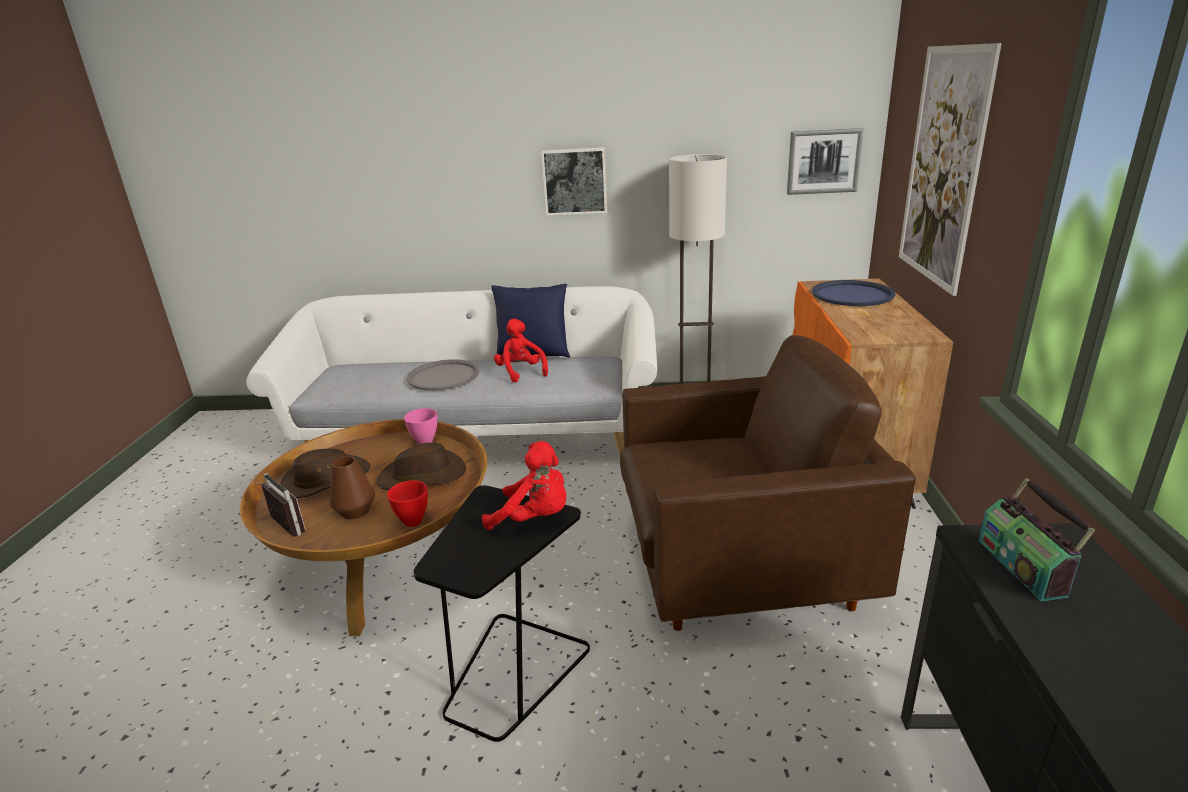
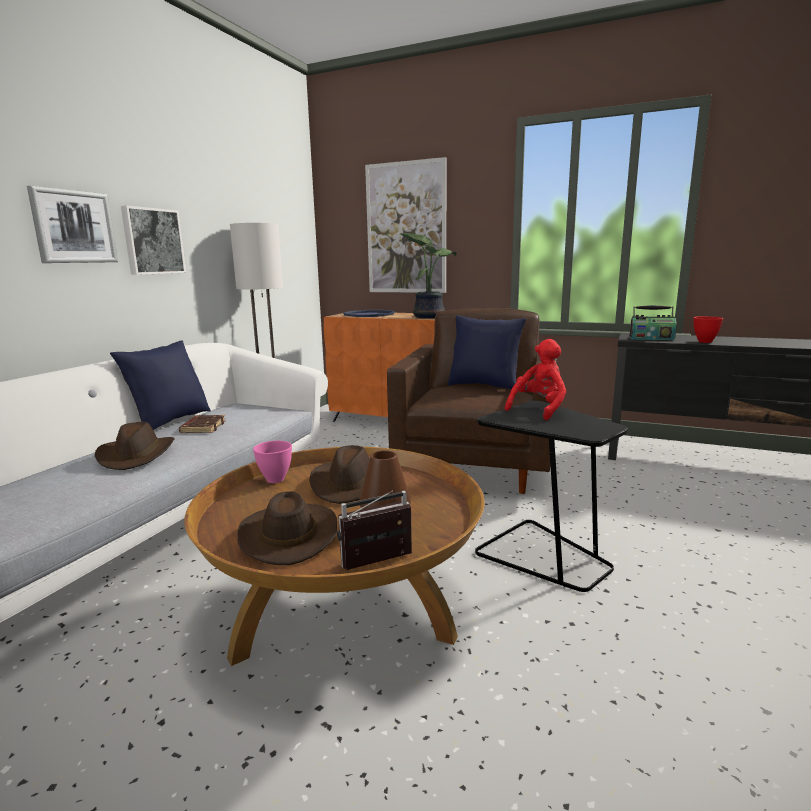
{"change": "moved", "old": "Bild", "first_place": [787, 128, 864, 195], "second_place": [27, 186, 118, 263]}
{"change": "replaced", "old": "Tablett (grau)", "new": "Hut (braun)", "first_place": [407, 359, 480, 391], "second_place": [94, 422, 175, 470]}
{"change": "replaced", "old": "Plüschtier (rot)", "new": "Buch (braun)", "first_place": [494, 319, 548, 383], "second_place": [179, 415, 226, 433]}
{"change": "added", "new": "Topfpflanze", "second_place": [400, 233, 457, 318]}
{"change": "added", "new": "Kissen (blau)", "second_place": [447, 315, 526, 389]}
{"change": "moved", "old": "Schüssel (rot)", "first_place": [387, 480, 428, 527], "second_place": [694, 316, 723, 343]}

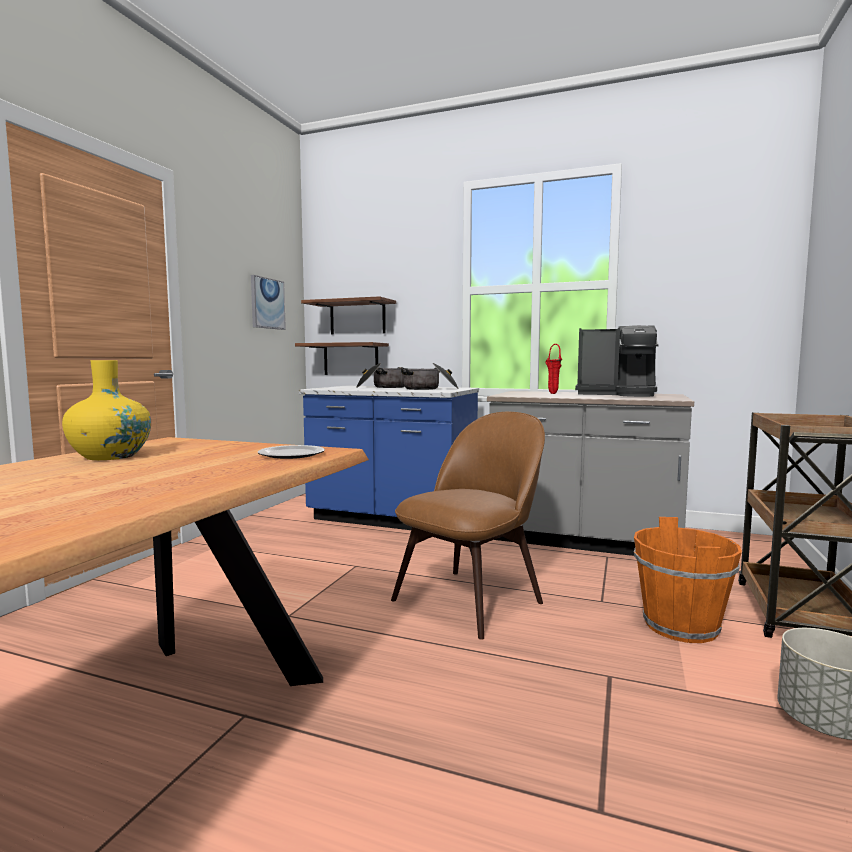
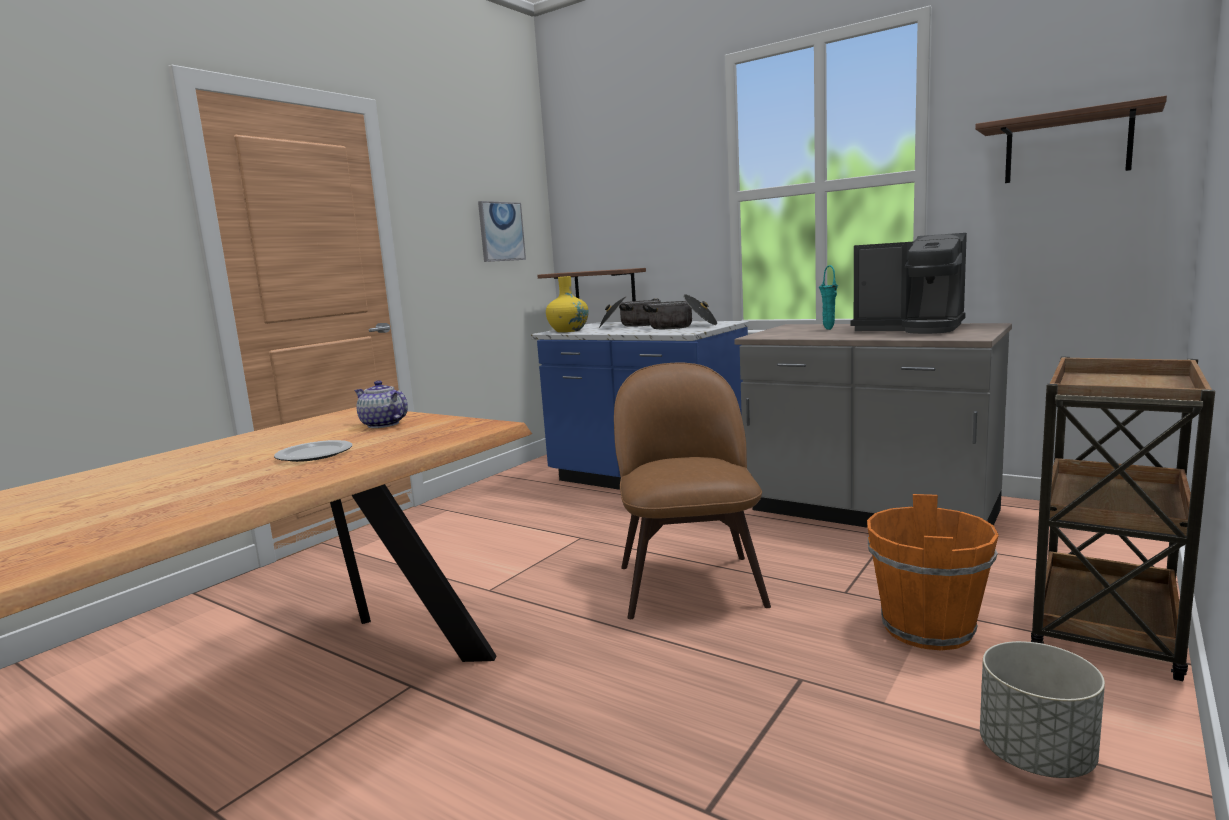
{"change": "moved", "old": "Teller", "first_place": [258, 445, 325, 459], "second_place": [274, 440, 352, 462]}
{"change": "added", "new": "Teekanne", "second_place": [354, 380, 408, 428]}
{"change": "moved", "old": "Vase (gelb)", "first_place": [62, 360, 151, 460], "second_place": [546, 276, 589, 332]}
{"change": "turned", "old": "Stuhl (braun)", "first_place": [391, 412, 545, 640], "second_place": [614, 363, 771, 619], "degrees": -60}
{"change": "recoloured", "old": "Vase (rot)", "new": "Vase (türkis)", "first_place": [546, 344, 562, 394], "second_place": [819, 265, 838, 330]}
{"change": "moved", "old": "Wandregal", "first_place": [301, 296, 396, 334], "second_place": [975, 95, 1167, 183]}

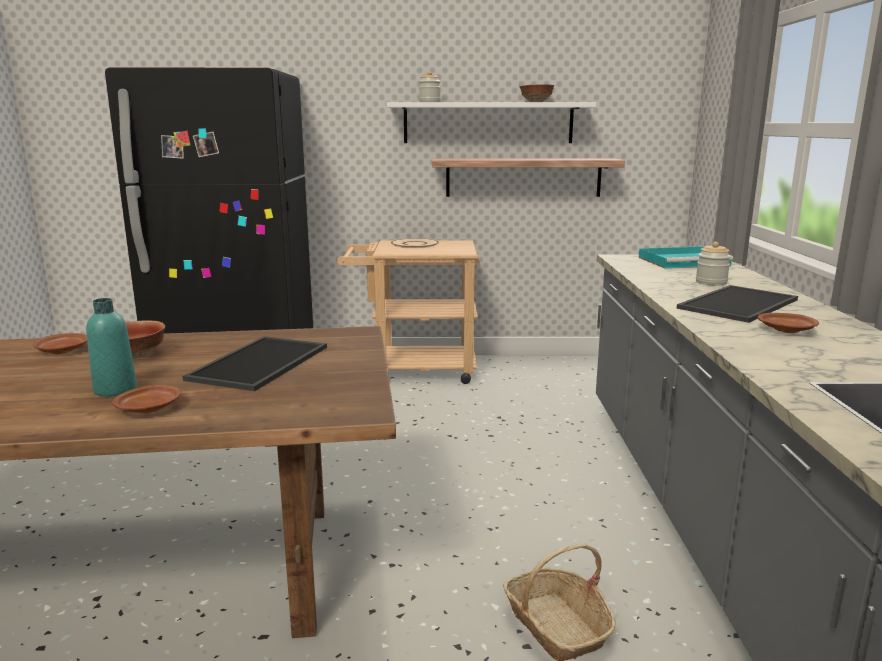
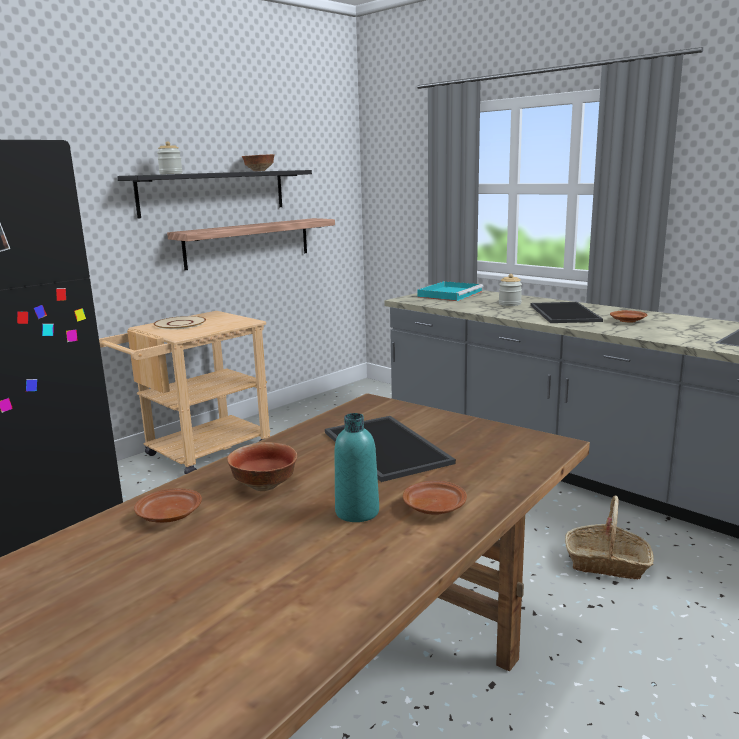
{"change": "recoloured", "old": "Wandregal (weiß)", "new": "Wandregal (schwarz)", "first_place": [387, 102, 596, 143], "second_place": [117, 170, 312, 219]}

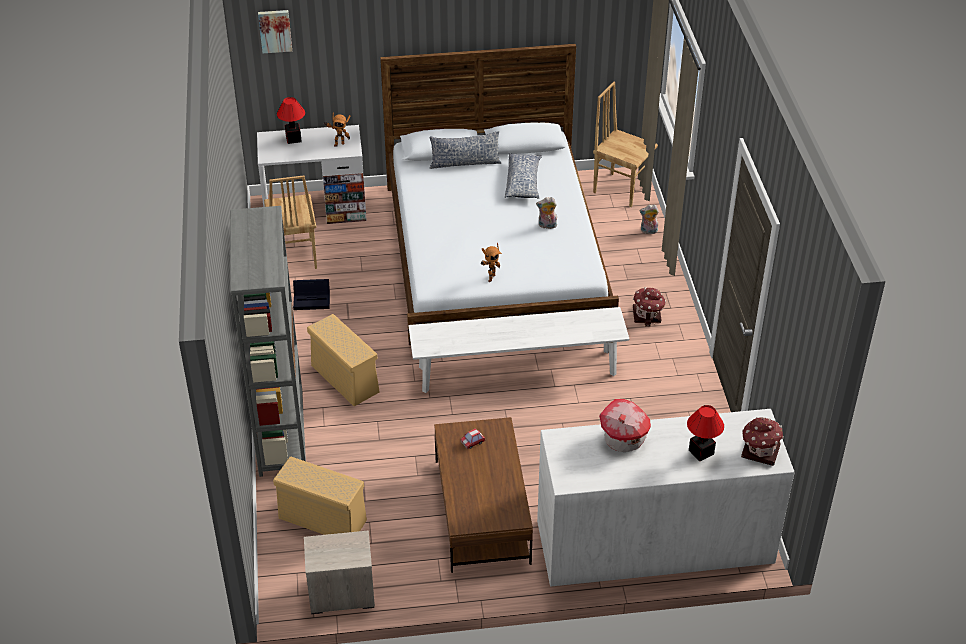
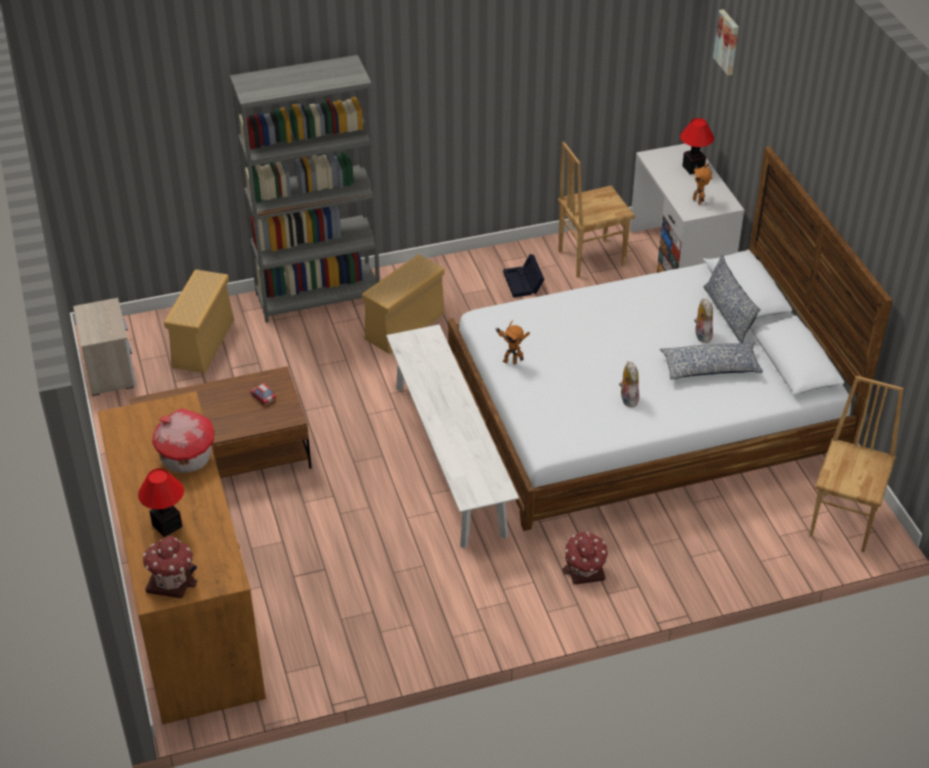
{"change": "recoloured", "old": "Kommode (weiß)", "new": "Kommode (braun)", "first_place": [537, 409, 795, 586], "second_place": [98, 392, 266, 724]}
{"change": "moved", "old": "Plüschtier", "first_place": [639, 205, 659, 234], "second_place": [694, 299, 713, 343]}

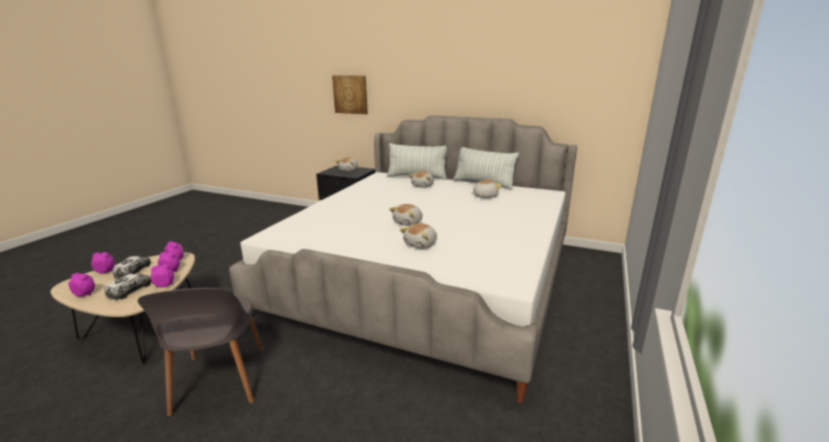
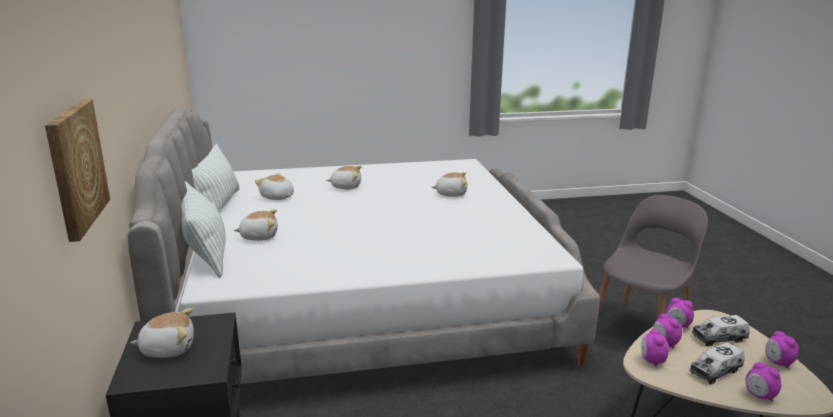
{"change": "moved", "old": "Plüschtier", "first_place": [389, 204, 423, 226], "second_place": [327, 166, 362, 189]}

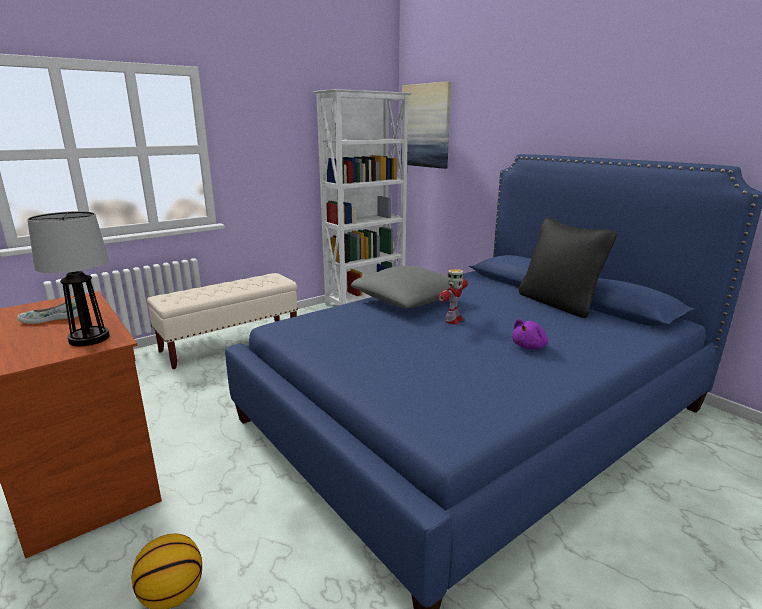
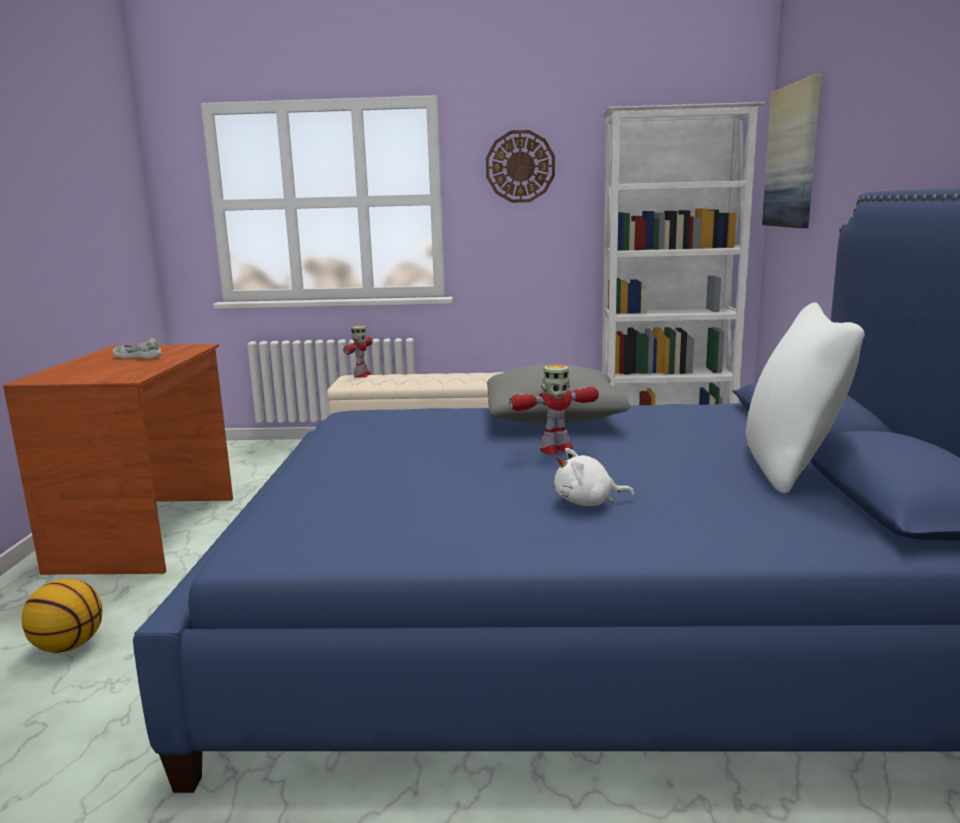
{"change": "added", "new": "Spielzeugroboter", "second_place": [343, 326, 373, 378]}
{"change": "added", "new": "Wanduhr", "second_place": [486, 130, 555, 203]}
{"change": "recoloured", "old": "Plüschtier (lila)", "new": "Plüschtier (weiß)", "first_place": [512, 319, 548, 349], "second_place": [554, 448, 635, 506]}
{"change": "recoloured", "old": "Kissen (schwarz)", "new": "Kissen (weiß)", "first_place": [519, 217, 617, 318], "second_place": [746, 302, 865, 493]}
{"change": "removed", "old": "Tischlampe", "first_place": [27, 211, 110, 347]}

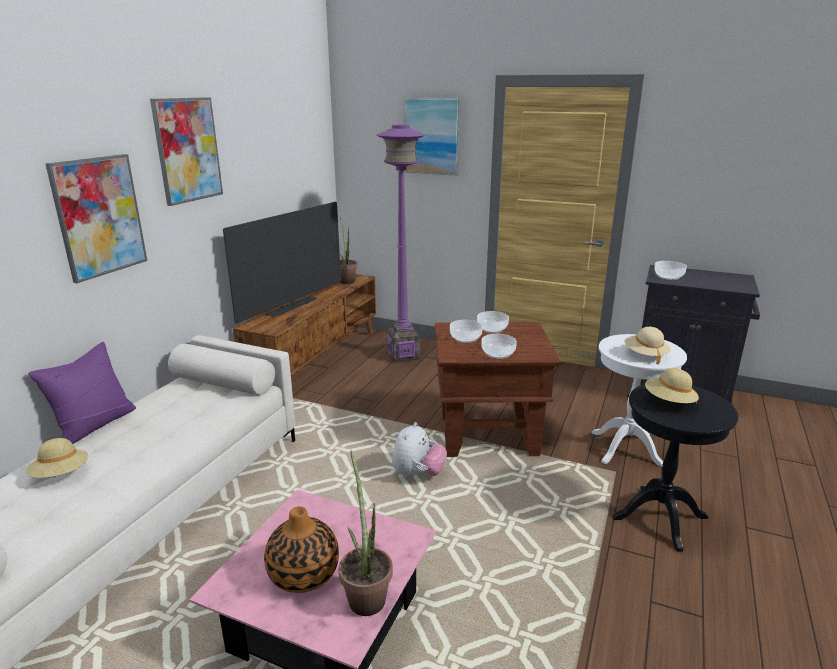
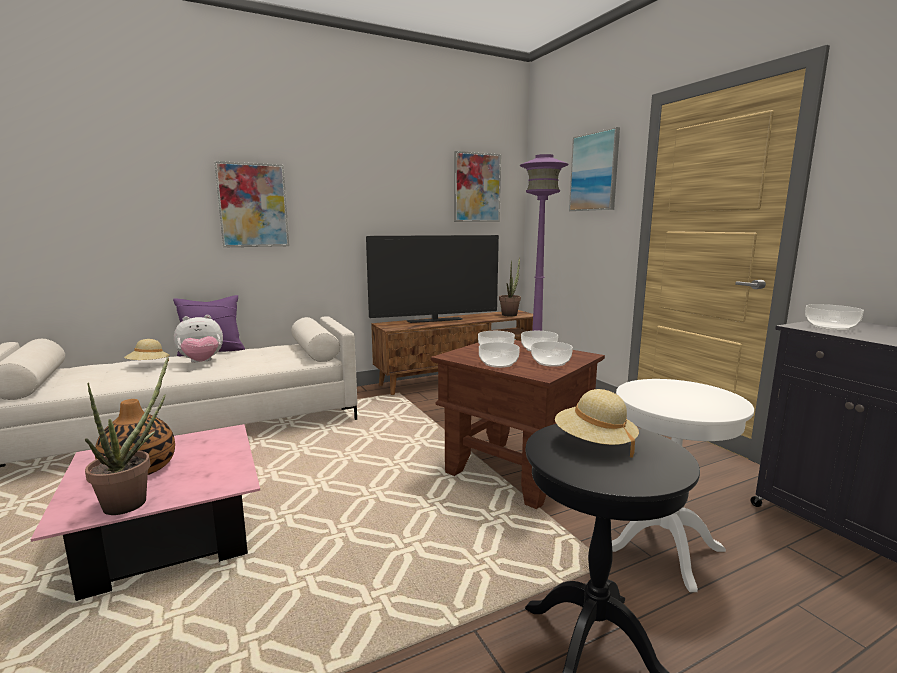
{"change": "moved", "old": "Plüschtier", "first_place": [392, 422, 447, 478], "second_place": [174, 315, 223, 363]}
{"change": "moved", "old": "Bild", "first_place": [150, 97, 223, 206], "second_place": [454, 151, 501, 222]}
{"change": "added", "new": "Schüssel", "second_place": [531, 341, 573, 367]}
{"change": "removed", "old": "Hut (beige)", "first_place": [625, 327, 671, 365]}

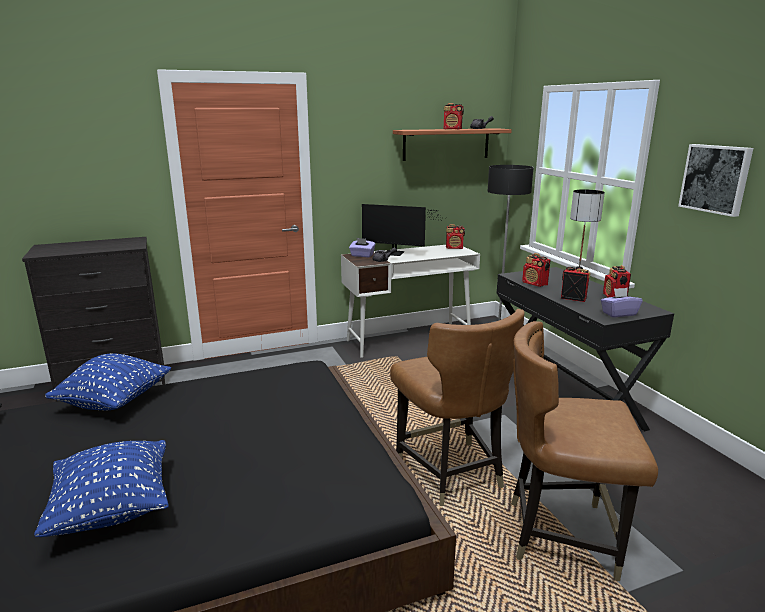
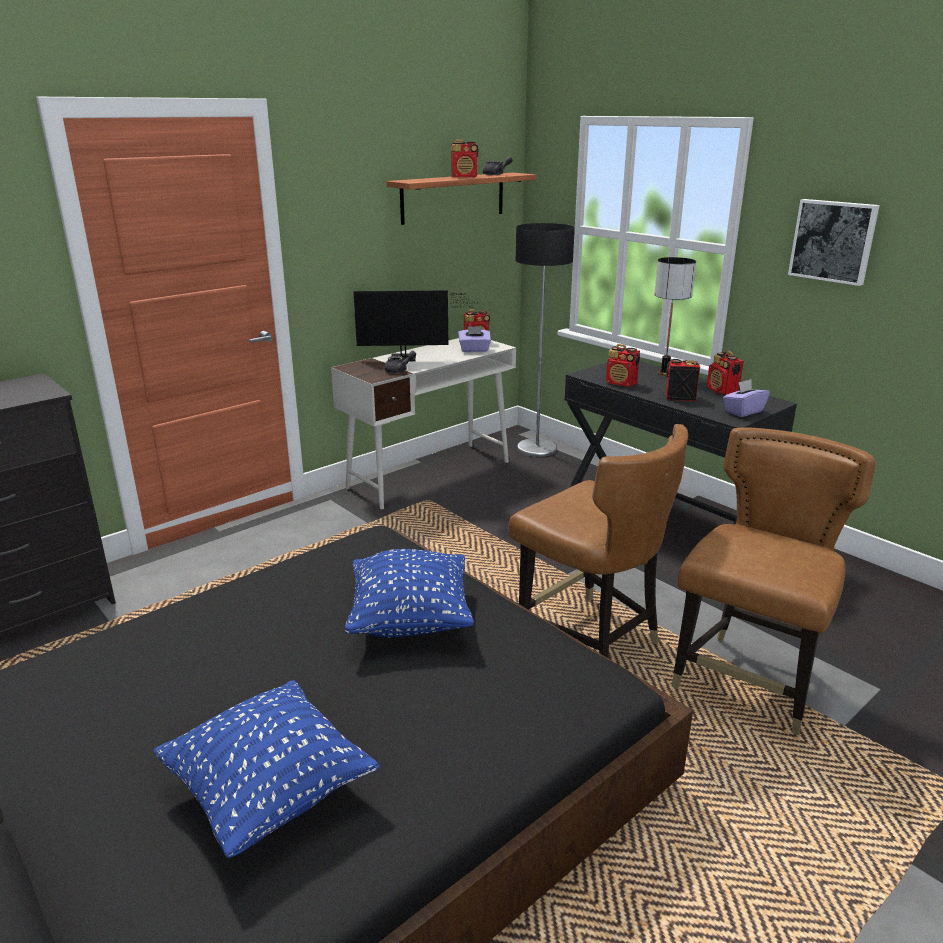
{"change": "moved", "old": "Kissen (blau)", "first_place": [45, 353, 171, 410], "second_place": [345, 549, 474, 637]}
{"change": "moved", "old": "Taschentuchbox (lila)", "first_place": [349, 238, 375, 257], "second_place": [458, 327, 491, 352]}
{"change": "turned", "old": "Stuhl (braun)", "first_place": [511, 321, 658, 581], "second_place": [671, 427, 876, 735], "degrees": 135}

